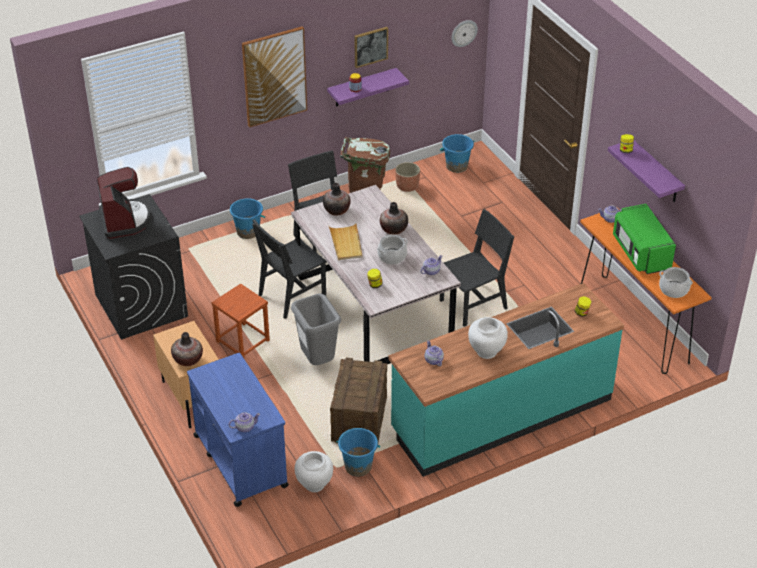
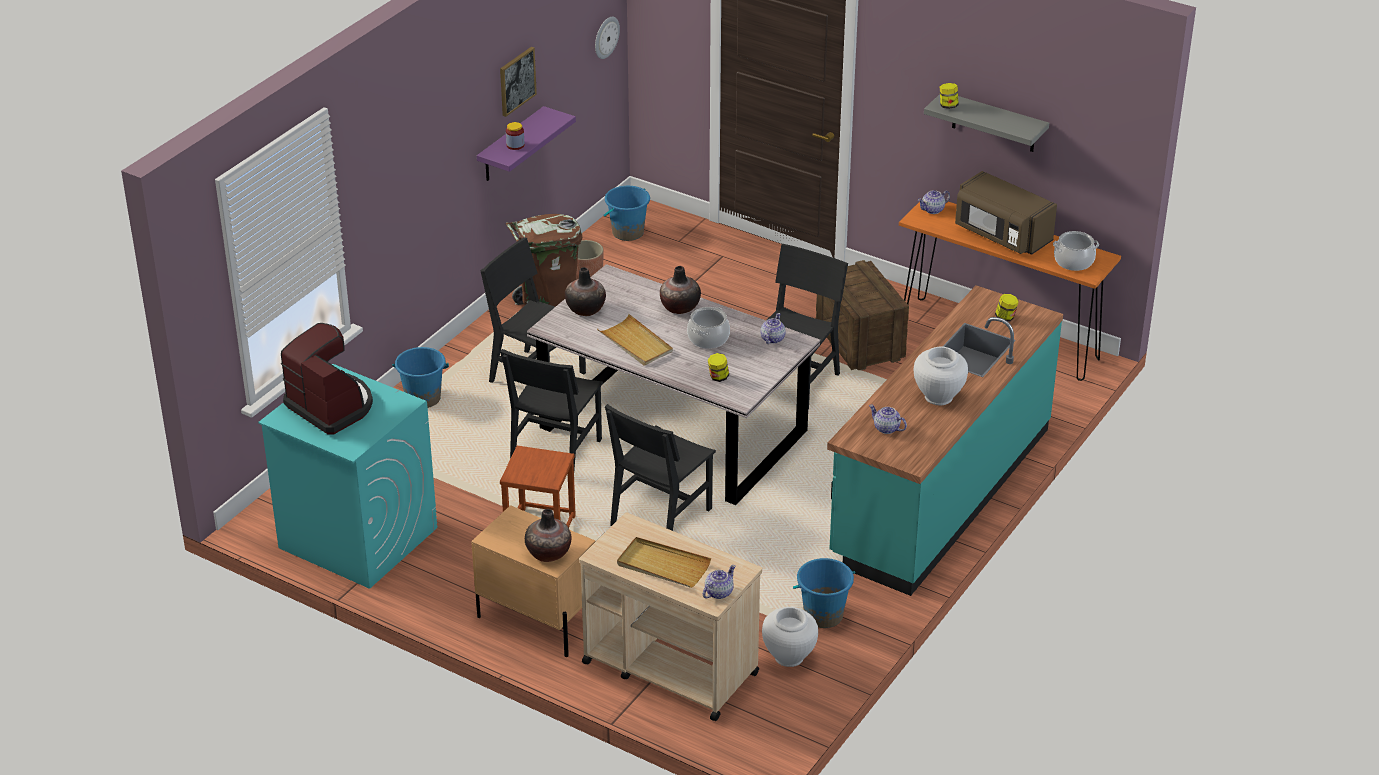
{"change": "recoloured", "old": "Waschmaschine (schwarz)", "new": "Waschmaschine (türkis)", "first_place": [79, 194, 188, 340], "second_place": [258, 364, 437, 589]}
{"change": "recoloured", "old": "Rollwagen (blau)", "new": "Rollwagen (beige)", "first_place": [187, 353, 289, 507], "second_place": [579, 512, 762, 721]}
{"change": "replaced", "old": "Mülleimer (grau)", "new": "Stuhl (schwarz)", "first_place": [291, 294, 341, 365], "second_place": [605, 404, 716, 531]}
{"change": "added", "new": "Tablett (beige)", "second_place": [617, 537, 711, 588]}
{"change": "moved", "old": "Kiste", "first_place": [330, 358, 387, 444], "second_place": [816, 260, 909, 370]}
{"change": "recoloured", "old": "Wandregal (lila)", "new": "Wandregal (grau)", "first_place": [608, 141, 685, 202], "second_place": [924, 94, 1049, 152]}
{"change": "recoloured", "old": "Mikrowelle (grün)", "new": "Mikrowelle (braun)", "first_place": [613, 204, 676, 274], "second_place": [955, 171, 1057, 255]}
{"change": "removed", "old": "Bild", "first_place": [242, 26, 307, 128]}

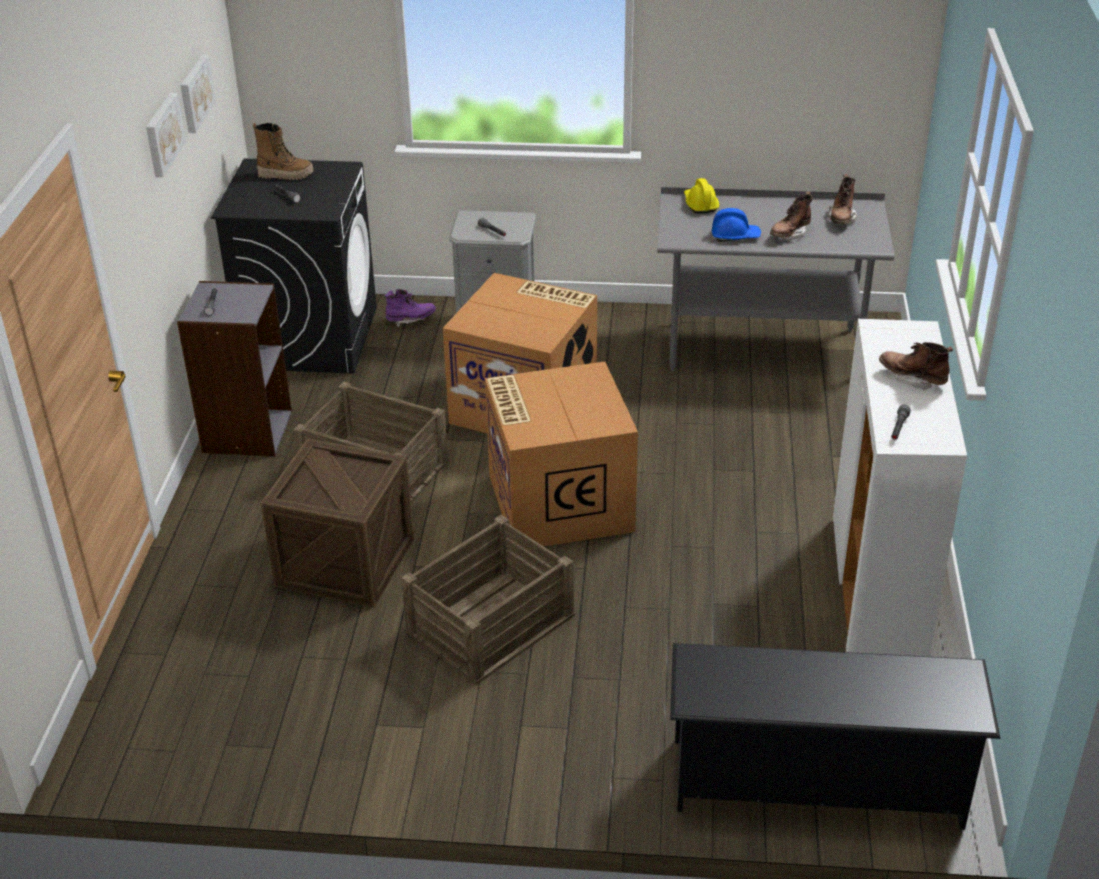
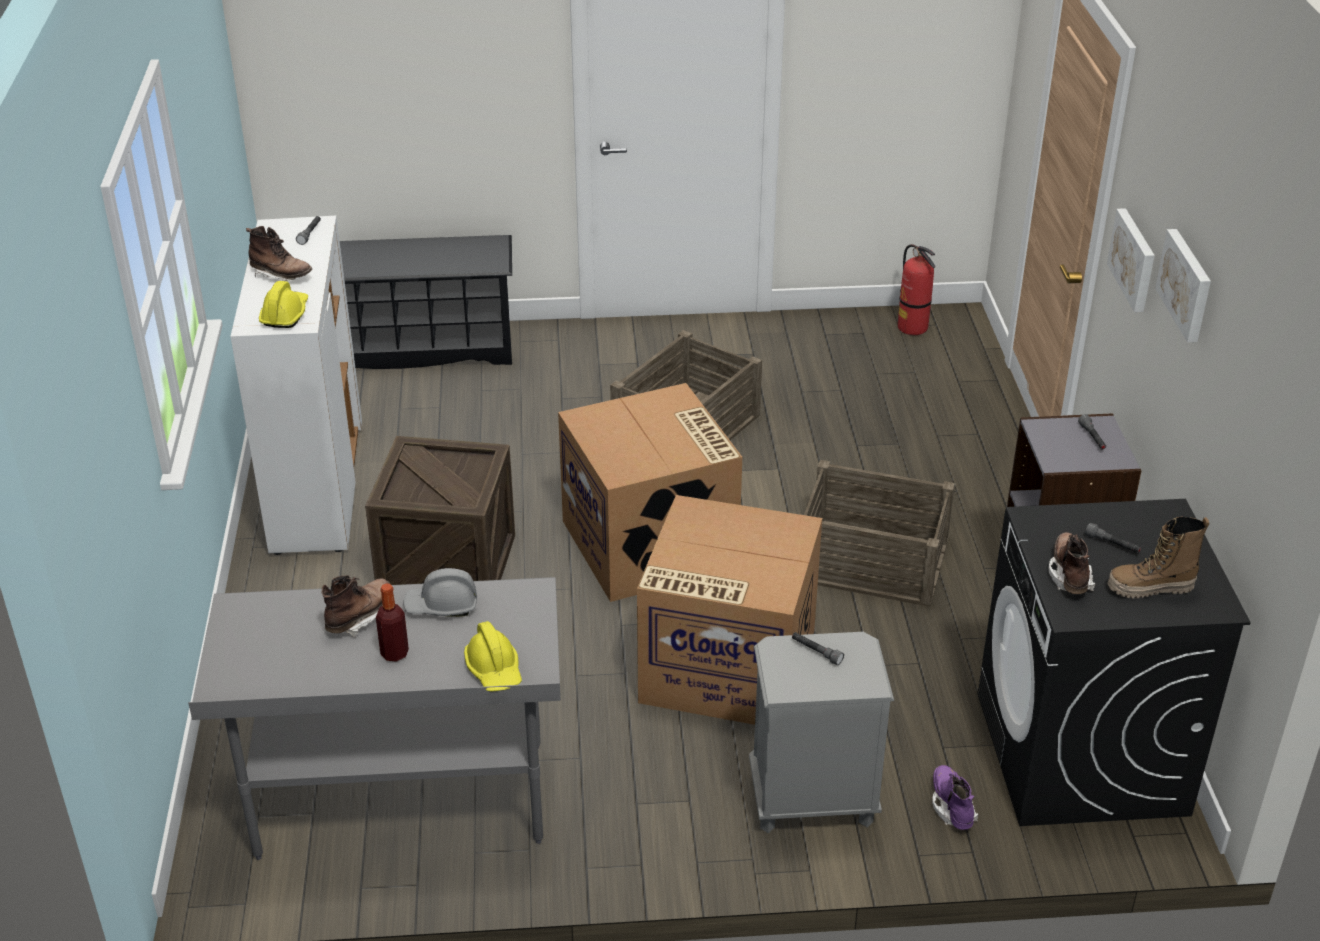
{"change": "added", "new": "Schutzhelm (gelb)", "second_place": [259, 281, 308, 328]}
{"change": "moved", "old": "Kiste", "first_place": [261, 439, 414, 607], "second_place": [365, 436, 515, 585]}
{"change": "added", "new": "Flasche", "second_place": [376, 583, 409, 662]}
{"change": "recoloured", "old": "Schutzhelm (blau)", "new": "Schutzhelm (grau)", "first_place": [712, 208, 761, 242], "second_place": [403, 568, 477, 617]}
{"change": "added", "new": "Feuerlöscher", "second_place": [898, 244, 935, 335]}
{"change": "turned", "old": "Stiefel (lila)", "first_place": [384, 289, 436, 327], "second_place": [932, 765, 979, 830], "degrees": 105}
{"change": "moved", "old": "Stiefel (braun)", "first_place": [828, 174, 857, 225], "second_place": [1049, 532, 1095, 594]}
{"change": "moved", "old": "Bild", "first_place": [181, 55, 216, 133], "second_place": [1107, 208, 1155, 312]}

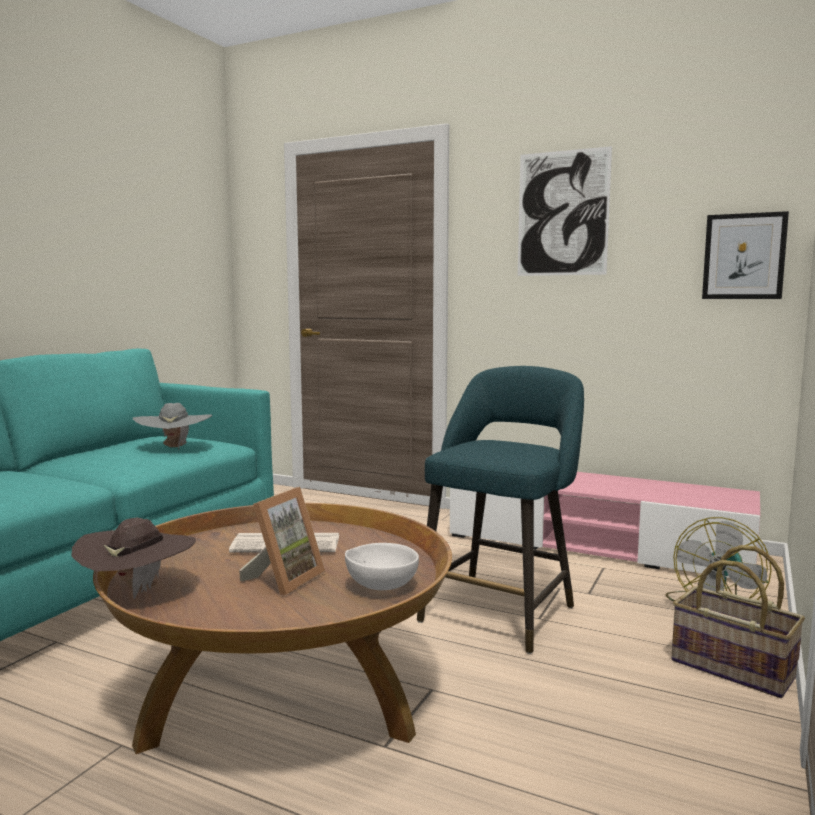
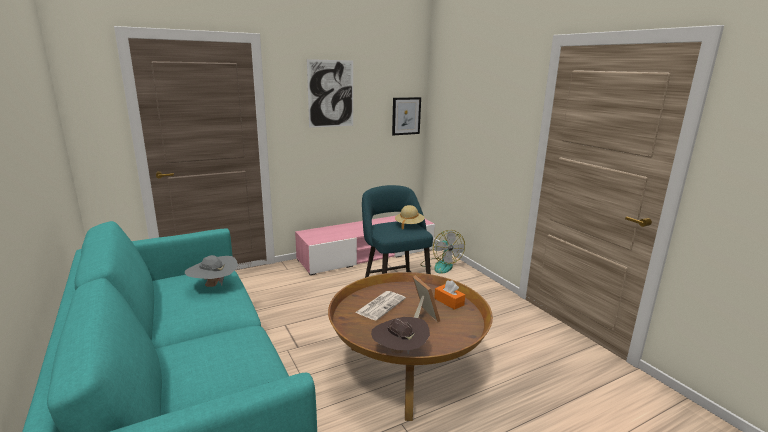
{"change": "added", "new": "Hut (beige)", "second_place": [395, 205, 424, 229]}
{"change": "replaced", "old": "Schüssel (weiß)", "new": "Taschentuchbox (orange)", "first_place": [345, 543, 419, 590], "second_place": [434, 280, 465, 310]}
{"change": "removed", "old": "Korb", "first_place": [671, 545, 805, 698]}

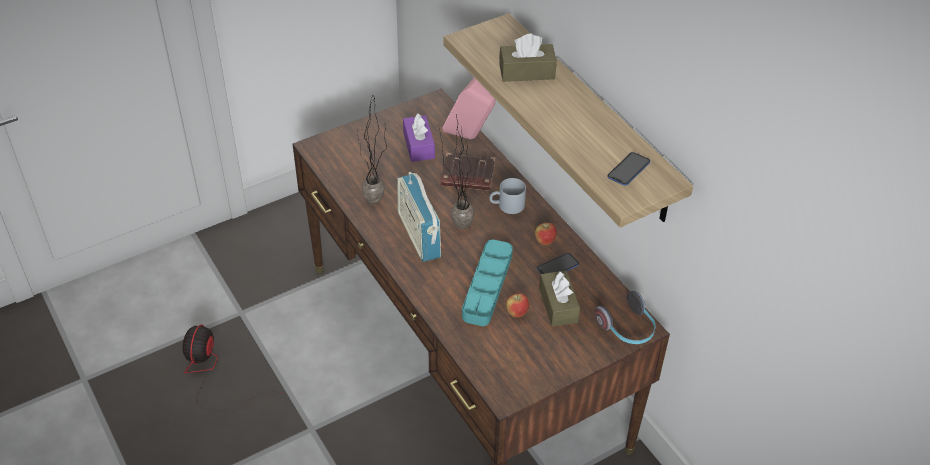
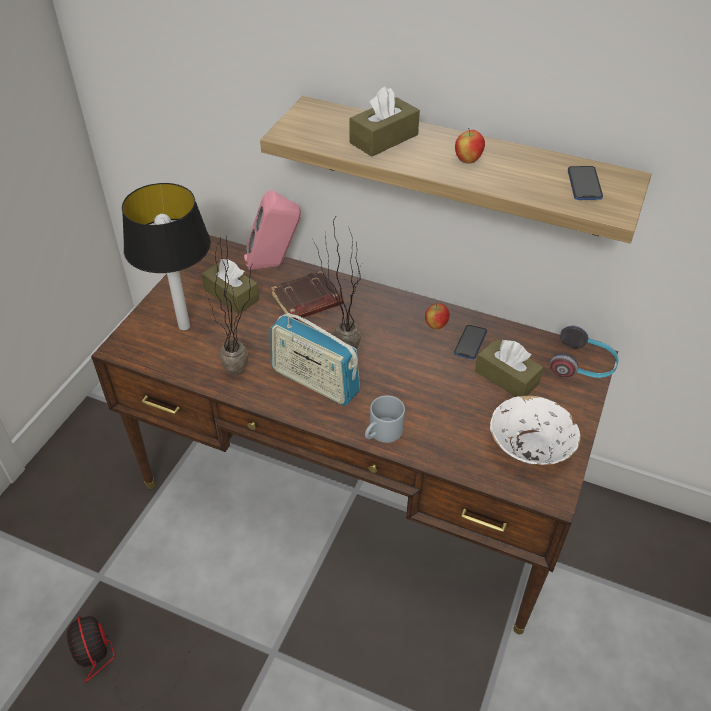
{"change": "added", "new": "Tischlampe", "second_place": [122, 183, 211, 331]}
{"change": "recoloured", "old": "Taschentuchbox (lila)", "new": "Taschentuchbox (braun)", "first_place": [403, 113, 435, 162], "second_place": [202, 259, 259, 314]}
{"change": "moved", "old": "Henkelbecher (grau)", "first_place": [489, 178, 526, 214], "second_place": [365, 395, 405, 443]}
{"change": "moved", "old": "Apfel", "first_place": [506, 294, 529, 318], "second_place": [455, 128, 485, 164]}
{"change": "added", "new": "Schüssel (weiß)", "second_place": [490, 396, 581, 466]}
{"change": "removed", "old": "Tablett (türkis)", "first_place": [462, 239, 513, 326]}

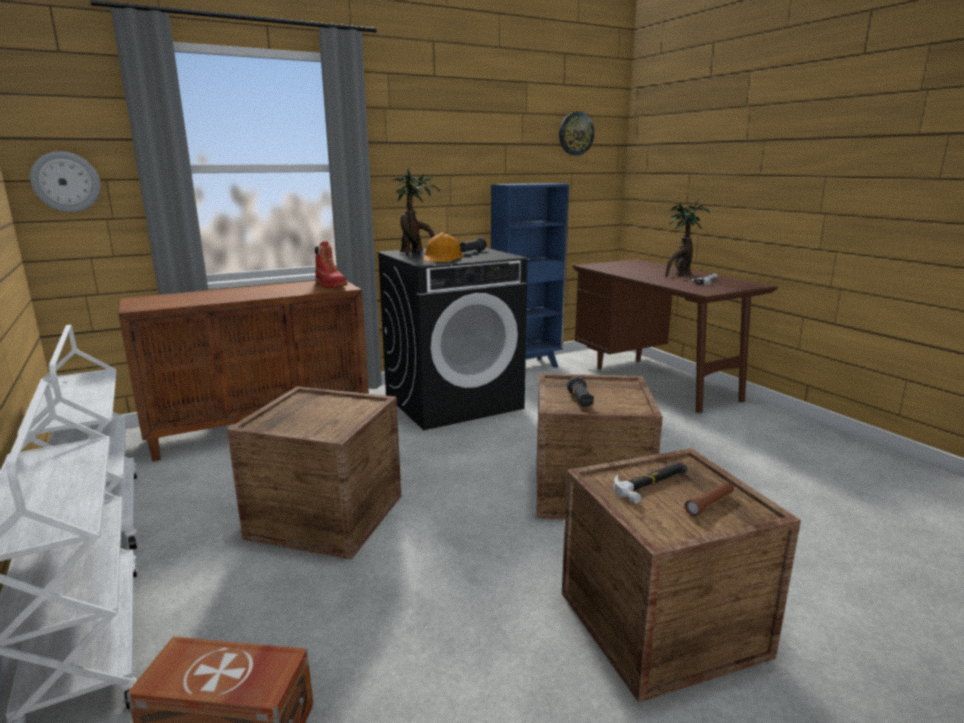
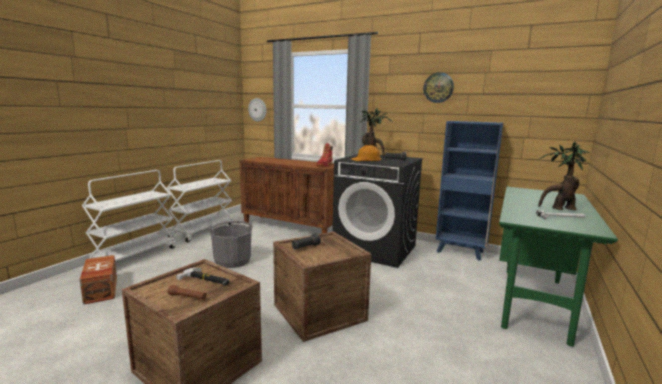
{"change": "replaced", "old": "Kiste", "new": "Eimer (grau)", "first_place": [227, 386, 401, 559], "second_place": [209, 221, 252, 268]}
{"change": "moved", "old": "Wanduhr", "first_place": [559, 112, 594, 155], "second_place": [423, 72, 454, 103]}
{"change": "recoloured", "old": "Schreibtisch (braun)", "new": "Schreibtisch (grün)", "first_place": [573, 259, 778, 413], "second_place": [499, 187, 618, 346]}

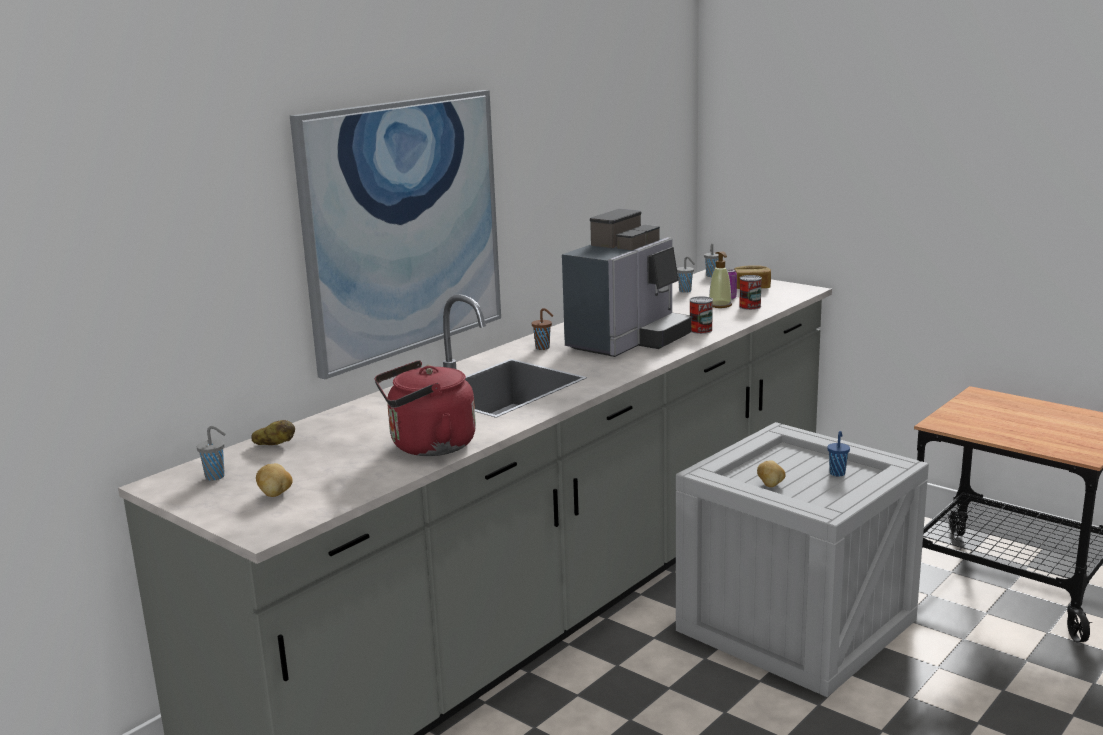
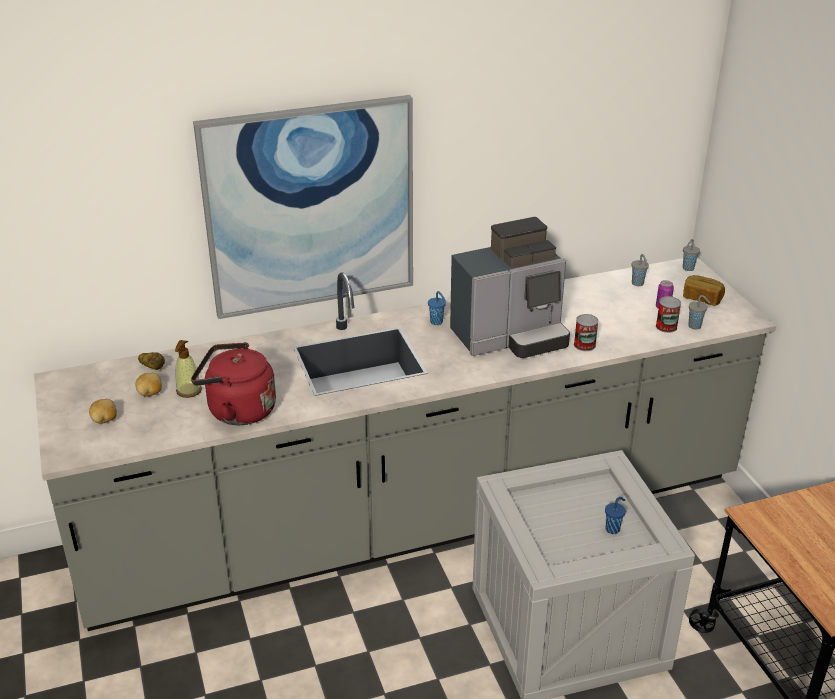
{"change": "moved", "old": "Kartoffel", "first_place": [757, 460, 786, 487], "second_place": [135, 373, 162, 397]}
{"change": "moved", "old": "Seifenspender", "first_place": [709, 252, 732, 308], "second_place": [175, 340, 202, 398]}
{"change": "recoloured", "old": "Tasse (braun)", "new": "Tasse (blau)", "first_place": [532, 308, 553, 350], "second_place": [428, 291, 446, 325]}
{"change": "moved", "old": "Tasse (grau)", "first_place": [197, 426, 226, 481], "second_place": [688, 295, 710, 329]}

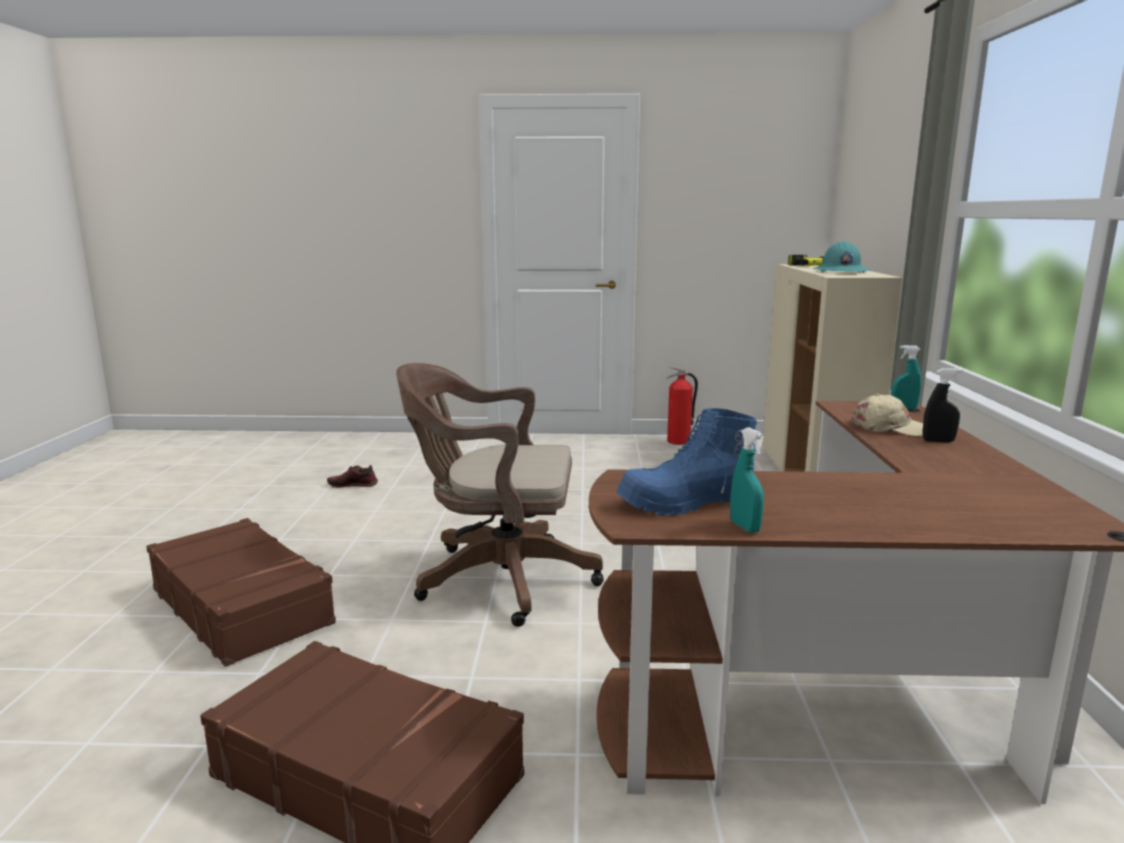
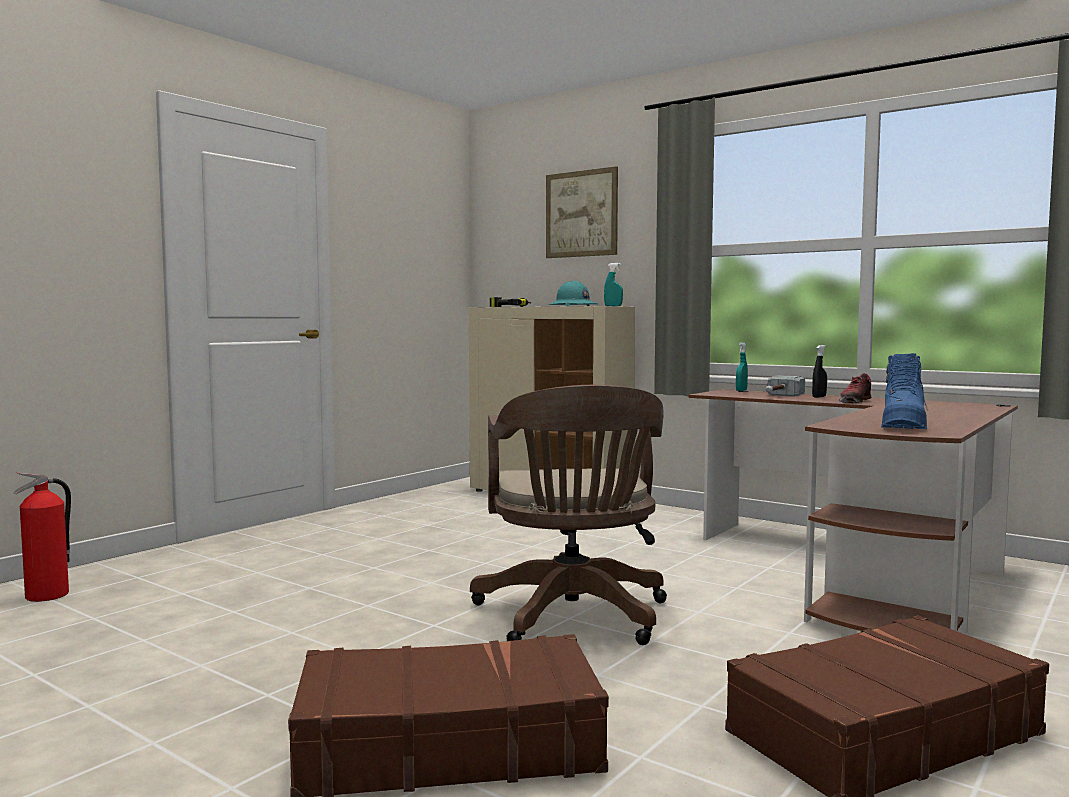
{"change": "moved", "old": "Feuerlöscher", "first_place": [667, 366, 698, 445], "second_place": [14, 473, 71, 602]}
{"change": "turned", "old": "Bürostuhl (braun)", "first_place": [396, 363, 604, 627], "second_place": [470, 385, 667, 645], "degrees": -45}
{"change": "added", "new": "Bild", "second_place": [546, 166, 618, 258]}
{"change": "moved", "old": "Sprühflasche (türkis)", "first_place": [730, 427, 764, 533], "second_place": [604, 263, 623, 306]}
{"change": "replaced", "old": "Kappe (beige)", "new": "Hammer", "first_place": [851, 394, 923, 436], "second_place": [766, 375, 805, 397]}
{"change": "moved", "old": "Schuh", "first_place": [327, 465, 378, 488], "second_place": [839, 373, 871, 403]}

